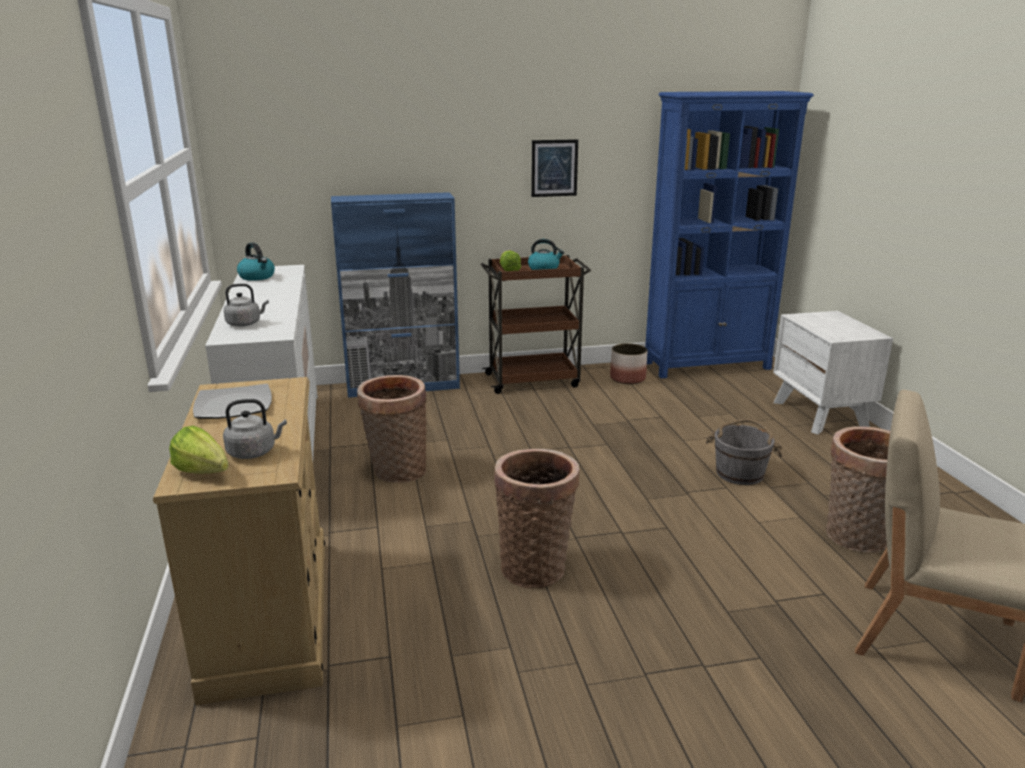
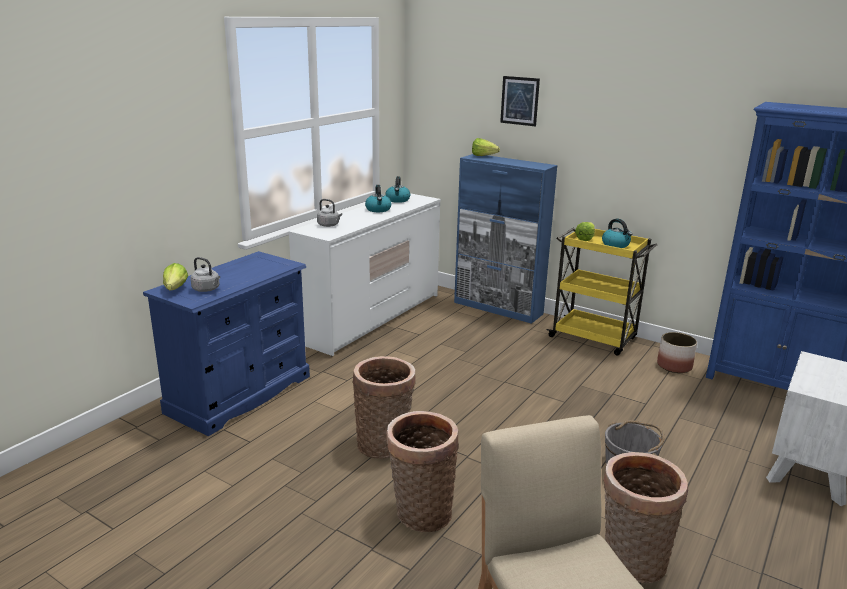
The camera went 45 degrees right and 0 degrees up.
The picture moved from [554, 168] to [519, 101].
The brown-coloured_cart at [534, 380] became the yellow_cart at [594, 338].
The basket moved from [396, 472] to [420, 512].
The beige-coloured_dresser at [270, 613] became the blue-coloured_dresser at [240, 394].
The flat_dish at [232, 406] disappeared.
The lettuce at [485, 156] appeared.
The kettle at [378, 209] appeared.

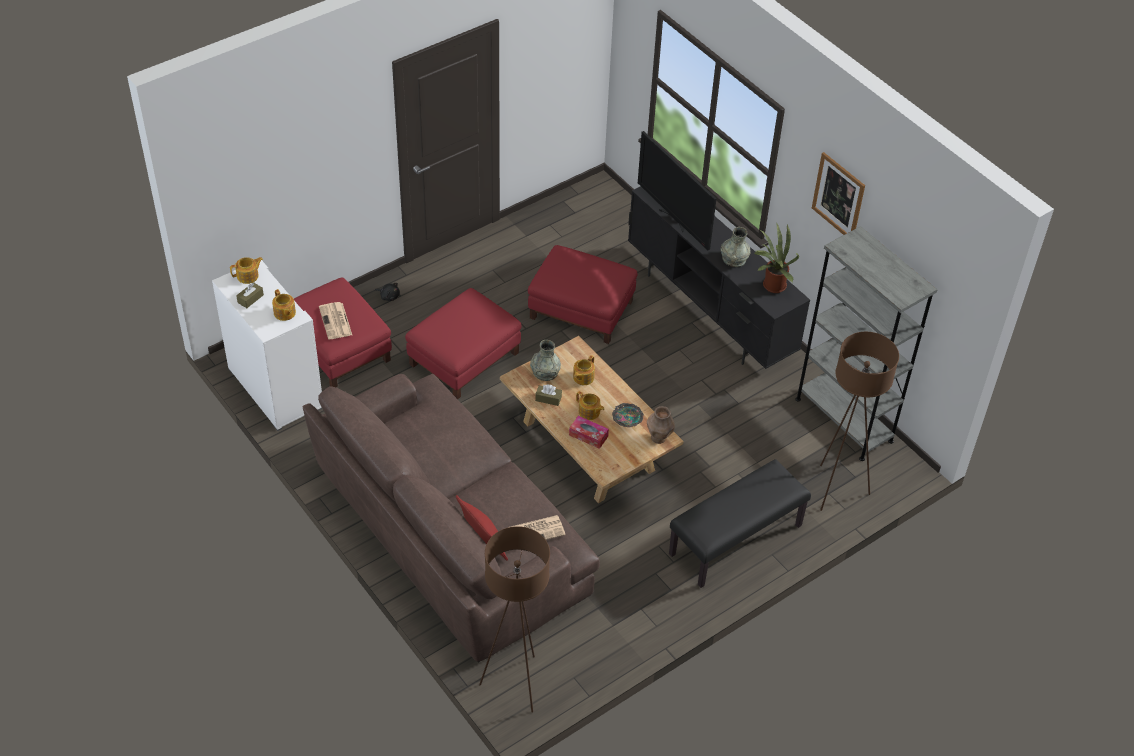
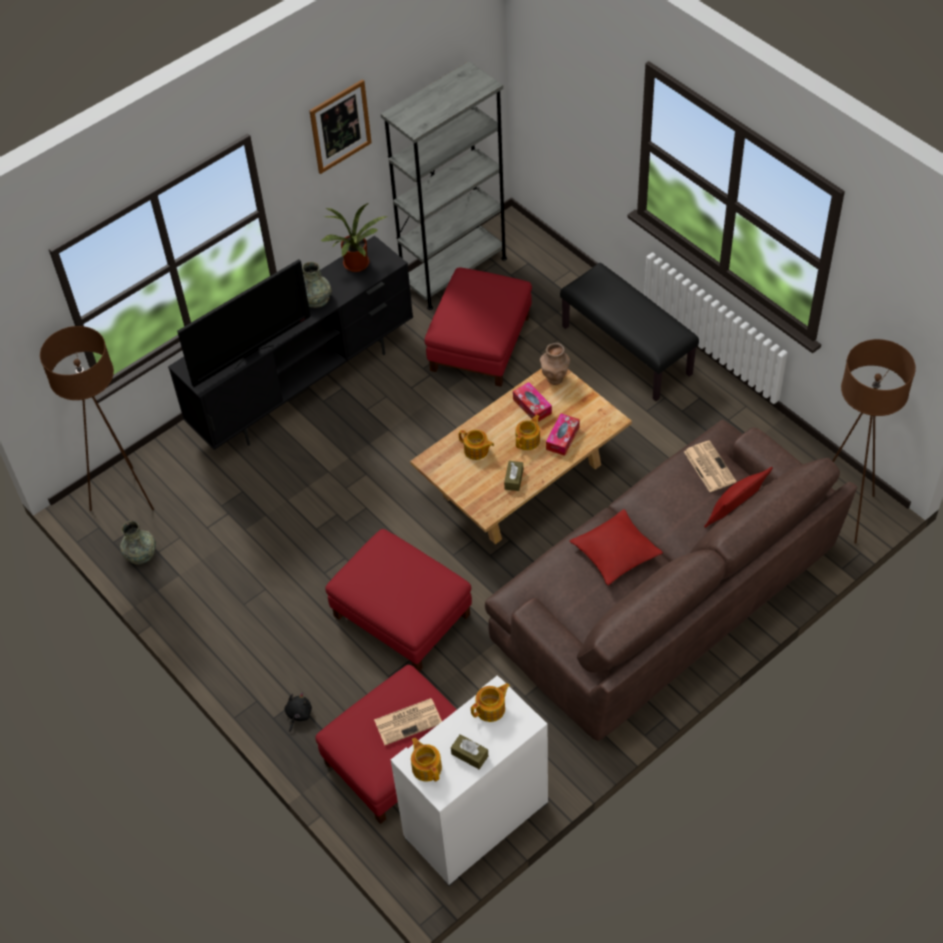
The camera went 90 degrees left and 5 degrees up.
The red-coloured_footrest moved from [580, 310] to [481, 344].
The brown-coloured_floor_lamp moved from [836, 489] to [124, 495].
The greyish_decorative_vase moved from [545, 372] to [141, 553].
The bowl at [627, 419] was replaced by the tissue_holder at [532, 406].
The red-coloured_throw_pillow at [615, 552] appeared.

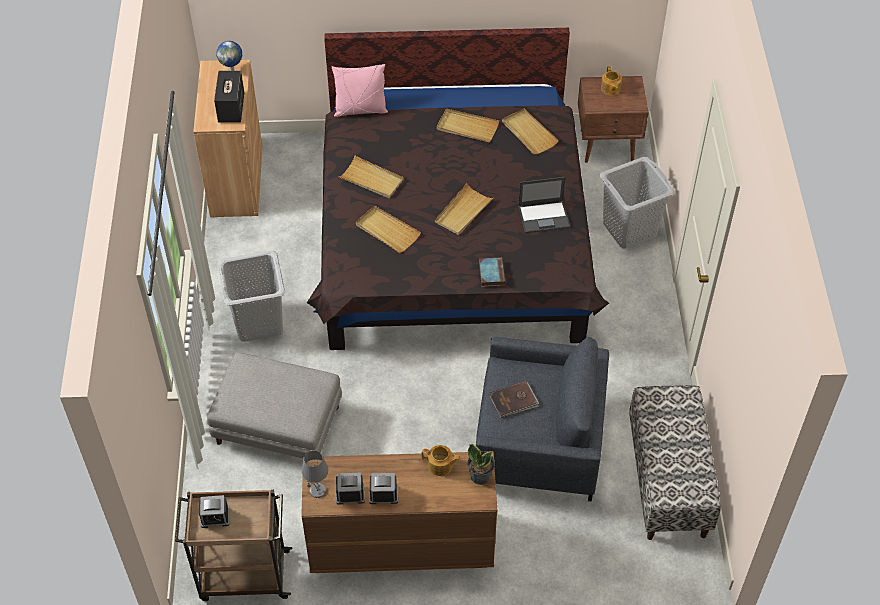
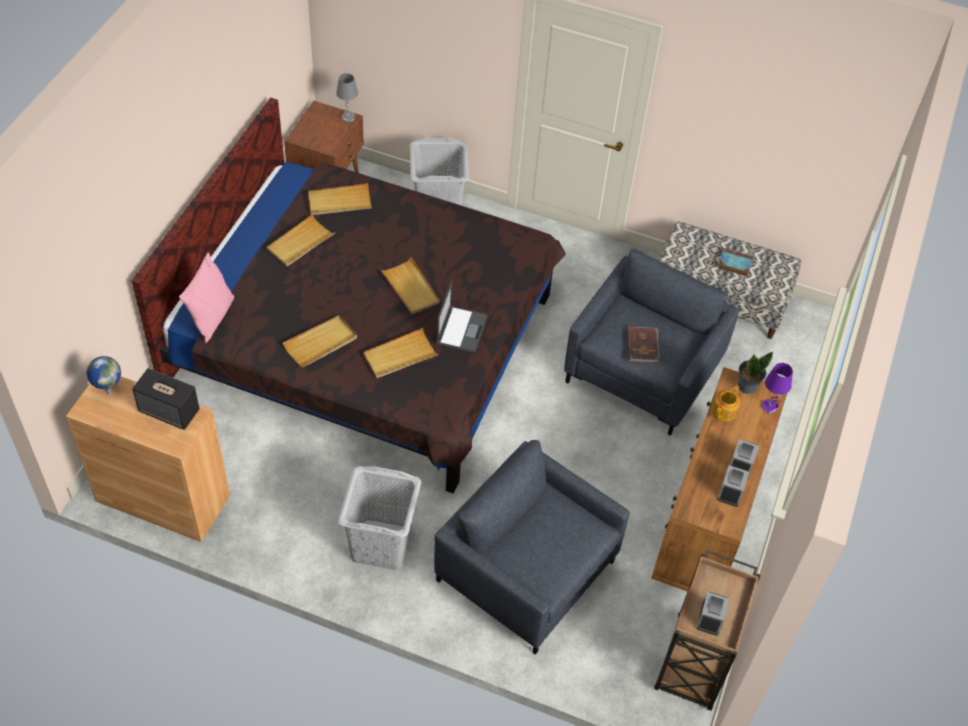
The camera went 70 degrees left and 0 degrees up.
The pot_for_tea at [610, 89] disappeared.
The notebook_computer moved from [544, 216] to [462, 329].
The volume moved from [491, 273] to [734, 264].
The greyish_footrest at [279, 425] was replaced by the greyish_lounge_chair at [526, 570].
The greyish_lamp_for_a_table moved from [317, 491] to [348, 118].
The purple_lamp_for_a_table at [769, 407] appeared.

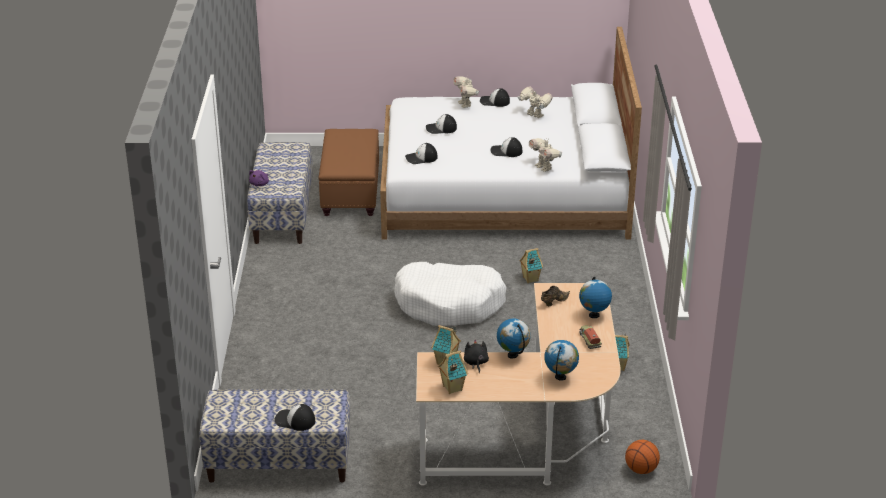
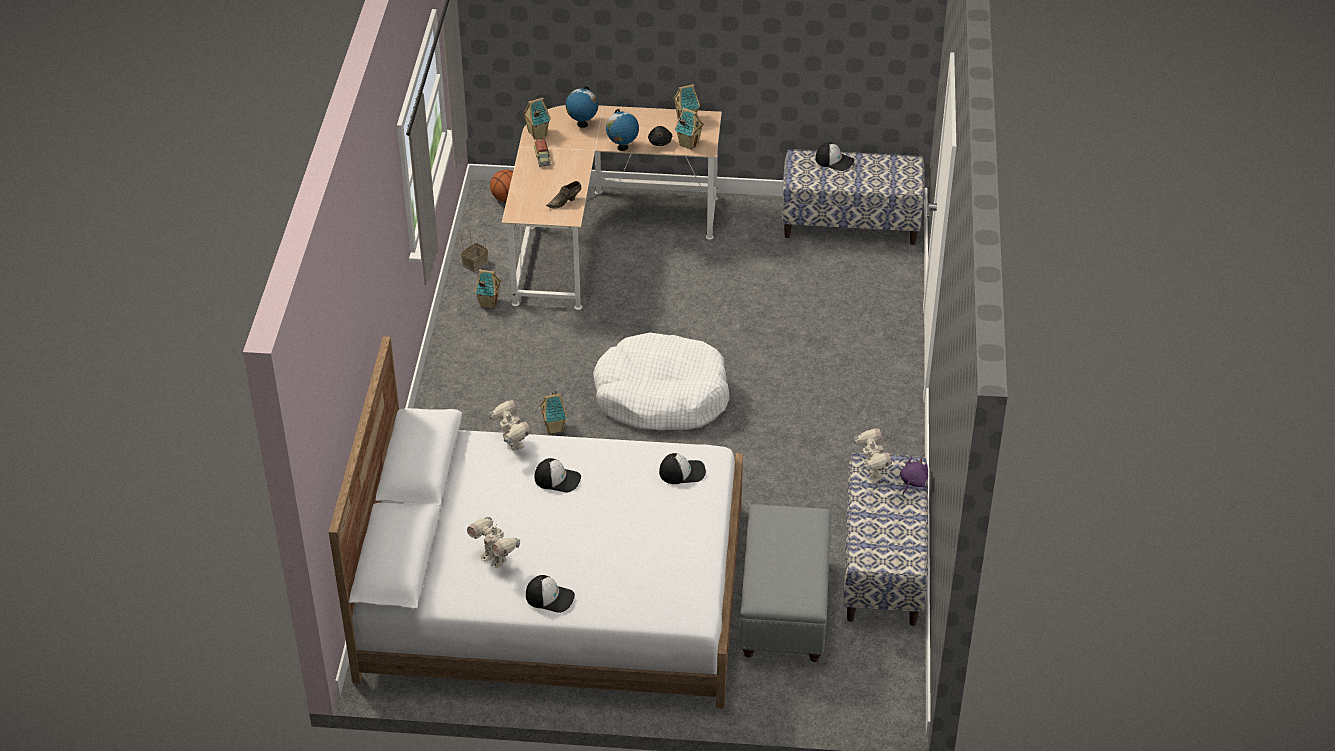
The camera went 175 degrees left and 10 degrees up.
The model_robot moved from [465, 104] to [871, 471].
The baseball_cap at [441, 128] disappeared.
The brown-coloured_footrest at [350, 193] became the greyish_footrest at [784, 606].
The globe at [594, 315] disappeared.
The miniature_house at [536, 134] appeared.
The basket at [475, 263] appeared.

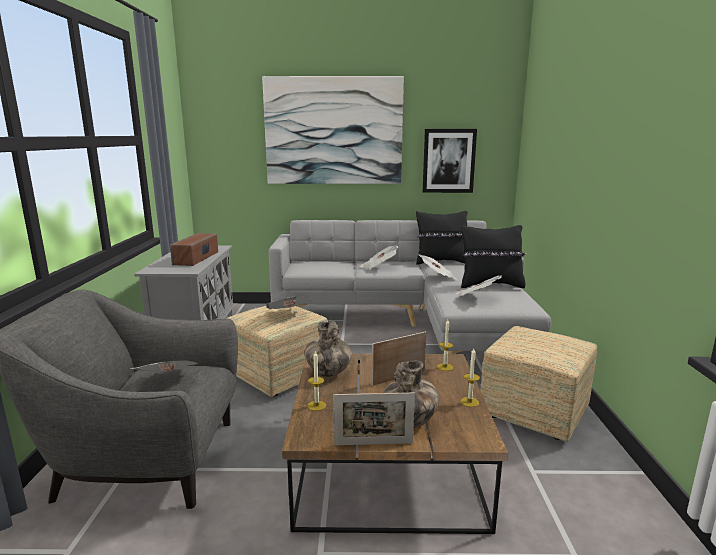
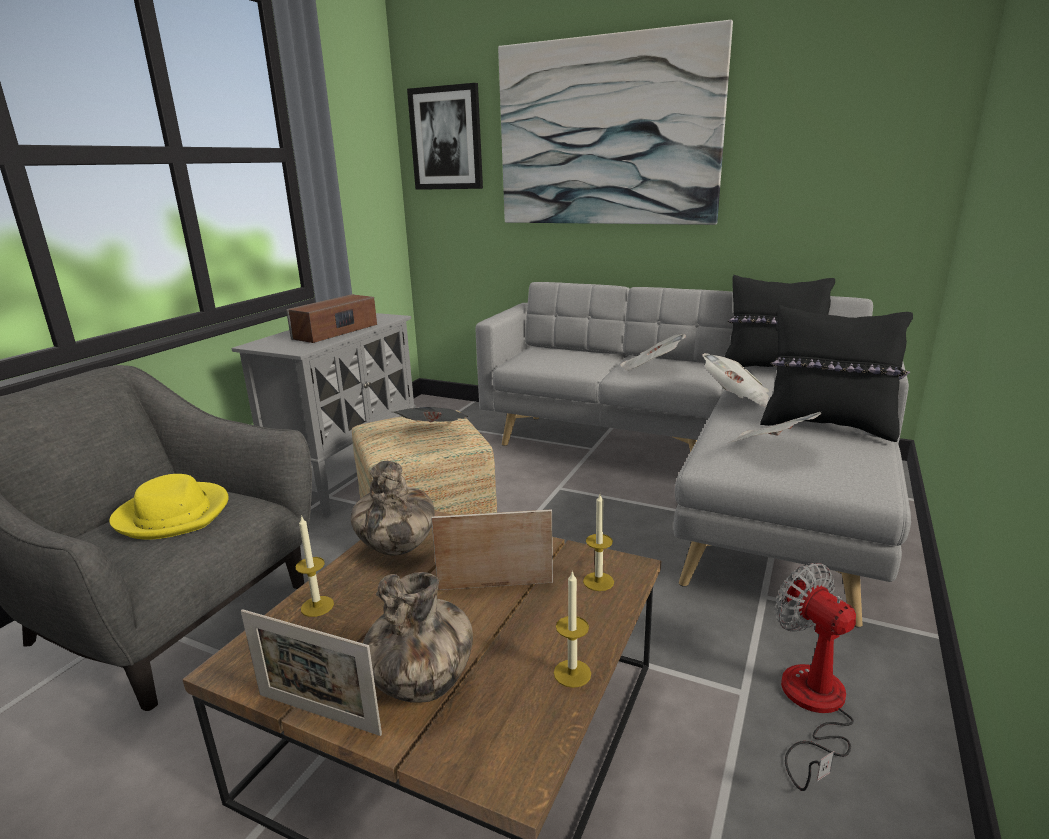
The camera went 25 degrees right and 5 degrees up.
The picture moved from [448, 161] to [446, 138].
The footrest at [534, 413] was replaced by the fan at [812, 707].
The daily_paper at [168, 381] was replaced by the yellow_hat at [174, 514].

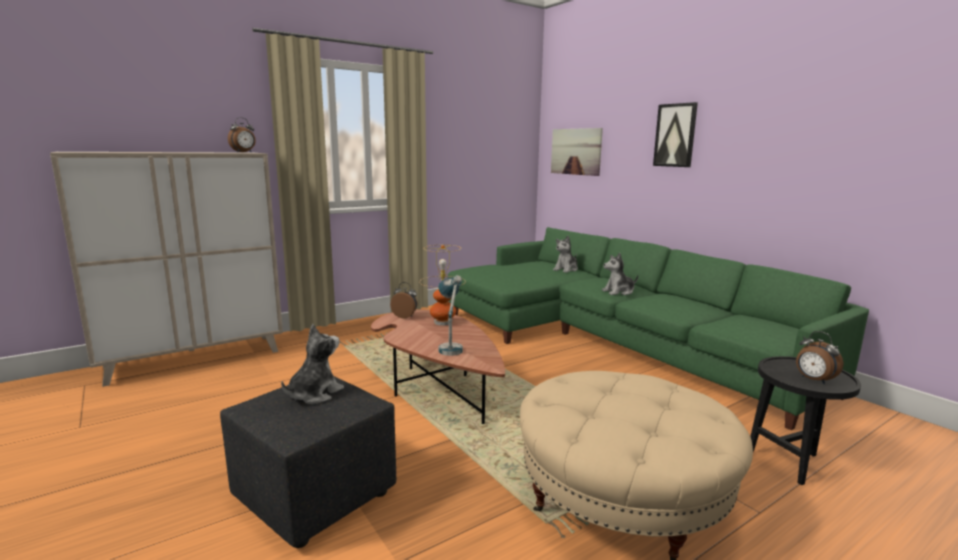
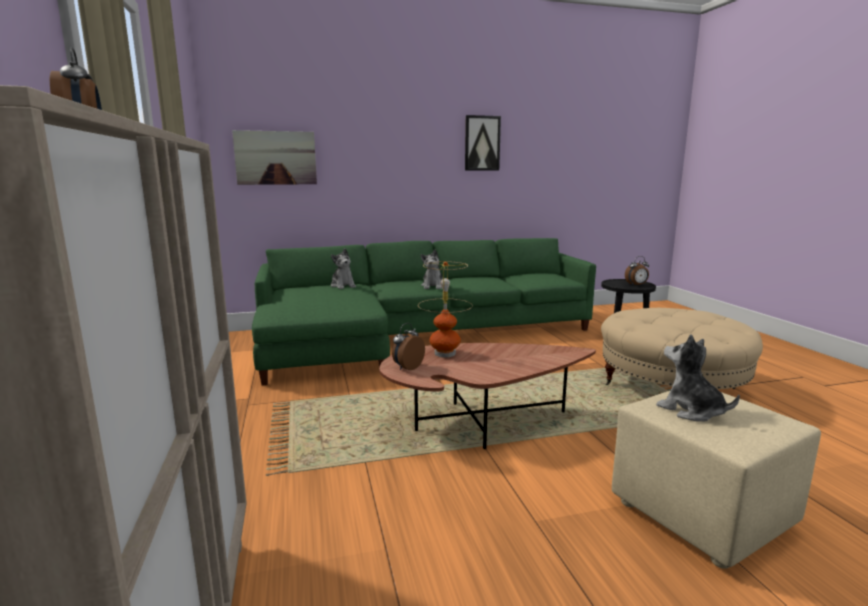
The camera went 70 degrees left and 0 degrees up.
The picture moved from [675, 135] to [482, 143].
The lamp_for_a_table at [450, 346] disappeared.
The black_footrest at [313, 497] became the beige-coloured_footrest at [702, 516].

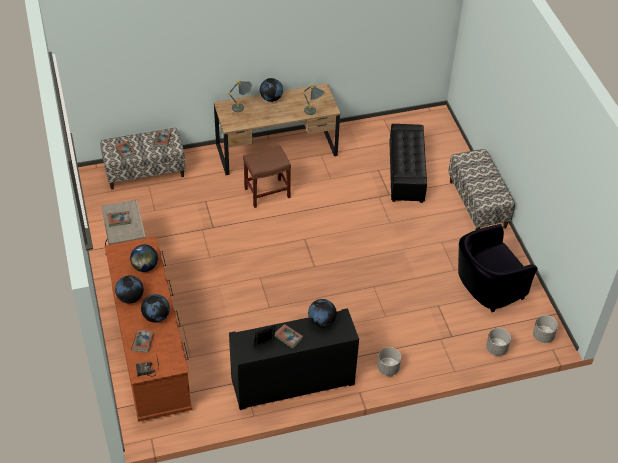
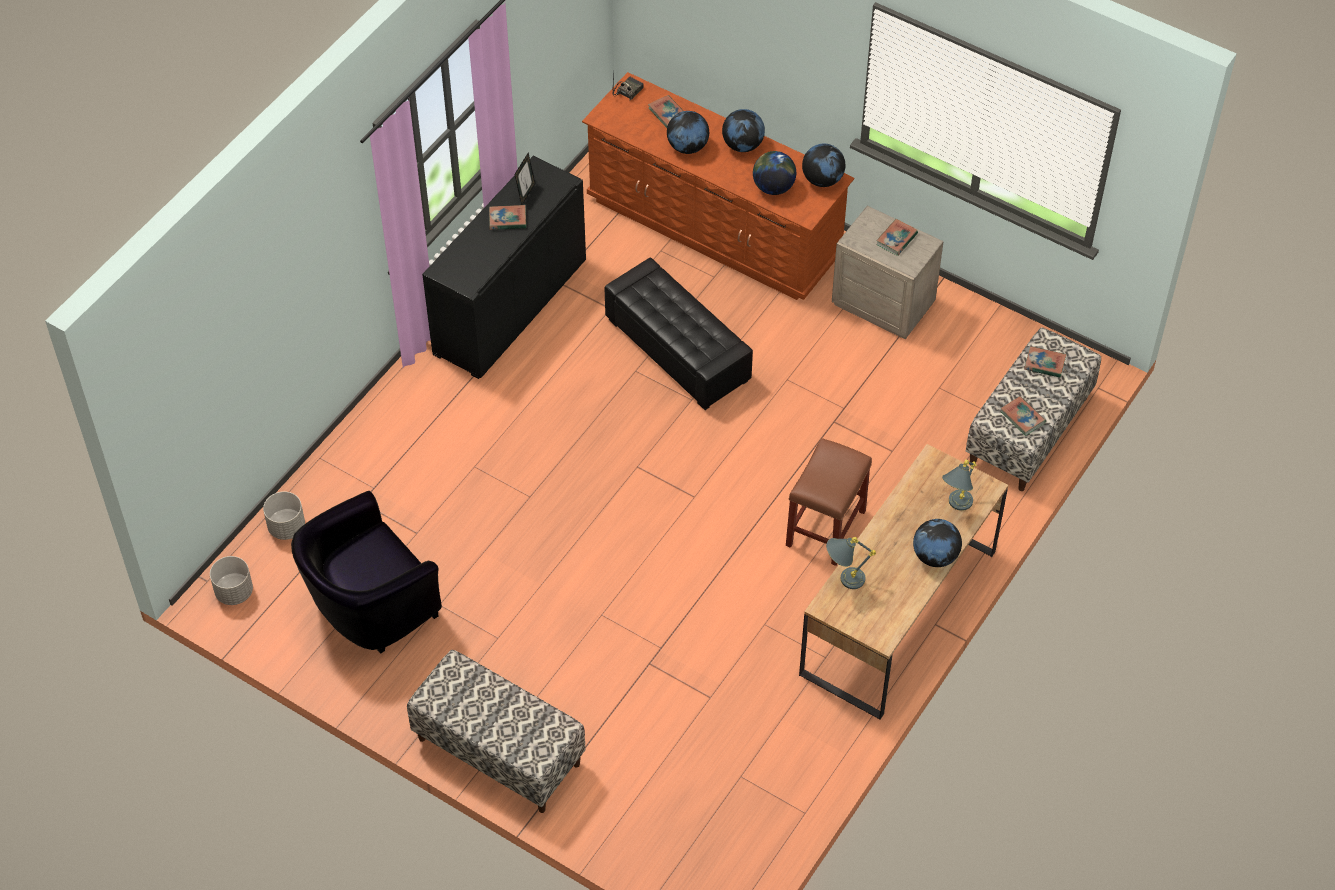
The camera went 140 degrees right and 5 degrees up.
The black_footrest moved from [405, 172] to [678, 350].
The black_lounge_chair at [486, 288] turned 150 degrees counterclockwise.
The globe moved from [321, 321] to [822, 180].
The greyish_plant_pot at [388, 368] disappeared.

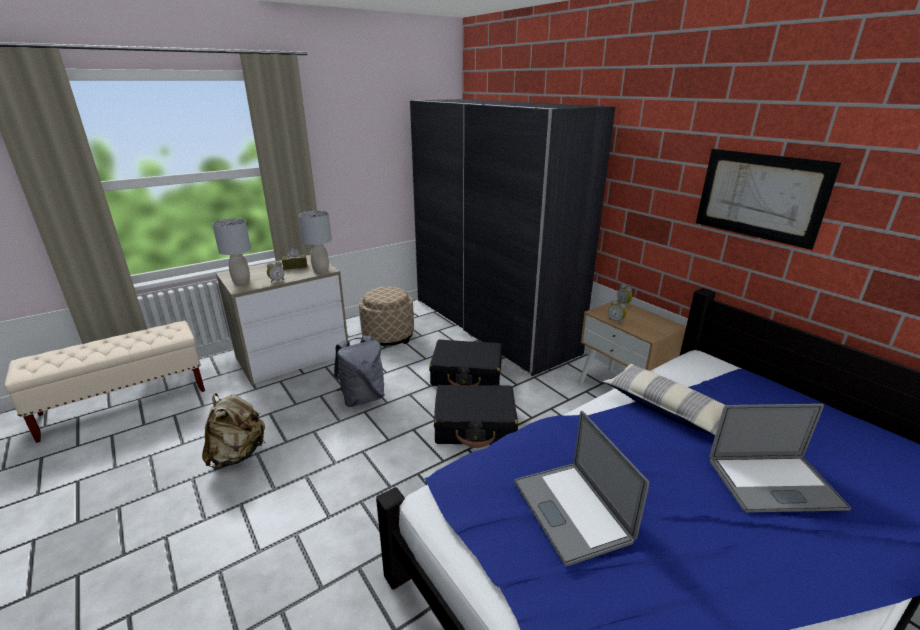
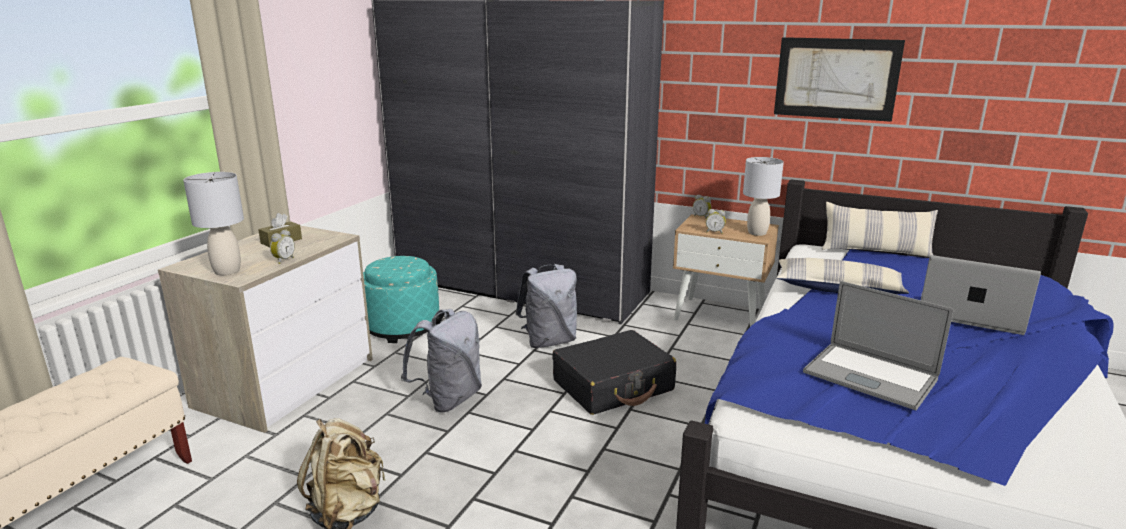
The camera went 30 degrees left and 5 degrees down.
The greyish_lamp_for_a_table moved from [321, 271] to [757, 233].
The beige-coloured_footrest at [388, 336] became the turquoise_footrest at [402, 327].
The black_suitcase at [467, 374] was replaced by the greyish_knapsack at [549, 341].
The notebook_computer at [774, 483] turned 120 degrees counterclockwise.
The throw_pillow at [875, 252] appeared.

